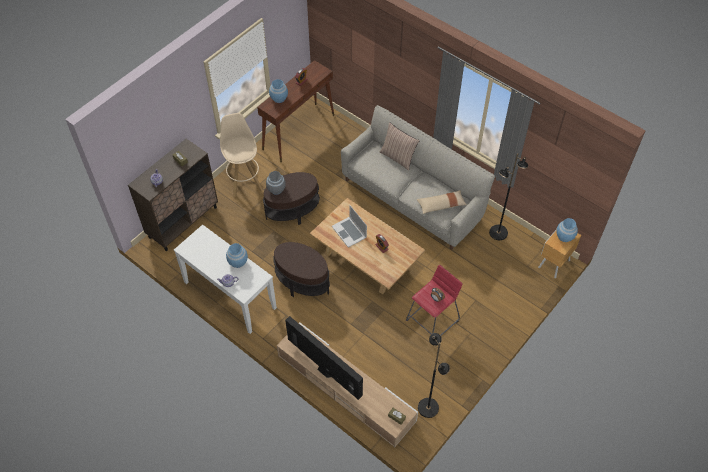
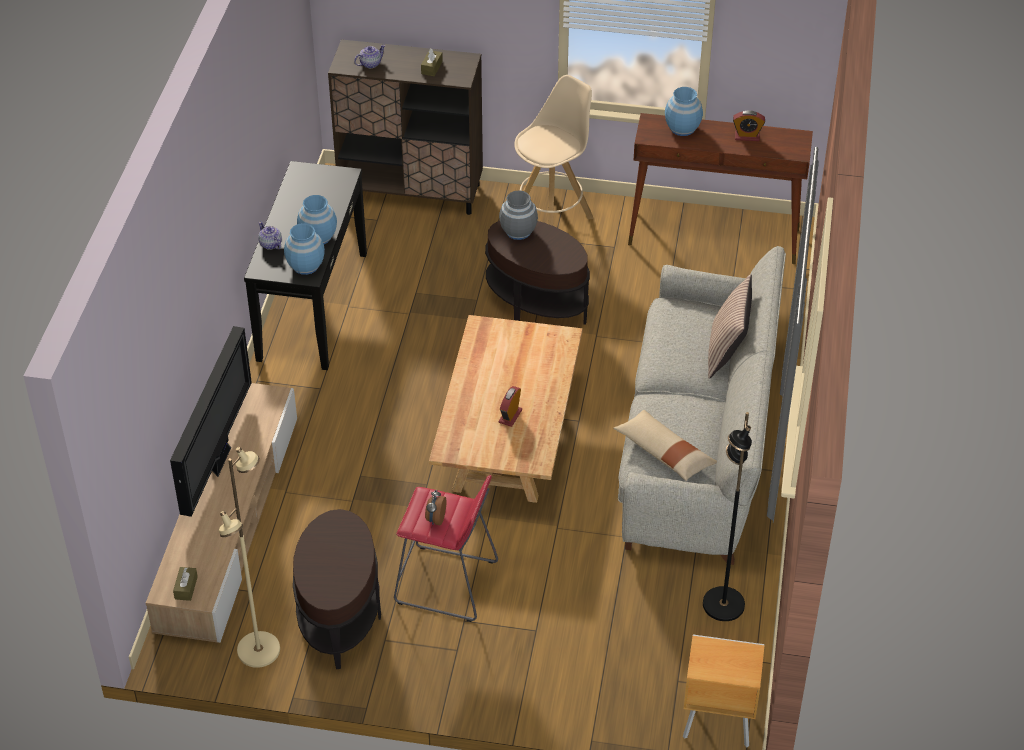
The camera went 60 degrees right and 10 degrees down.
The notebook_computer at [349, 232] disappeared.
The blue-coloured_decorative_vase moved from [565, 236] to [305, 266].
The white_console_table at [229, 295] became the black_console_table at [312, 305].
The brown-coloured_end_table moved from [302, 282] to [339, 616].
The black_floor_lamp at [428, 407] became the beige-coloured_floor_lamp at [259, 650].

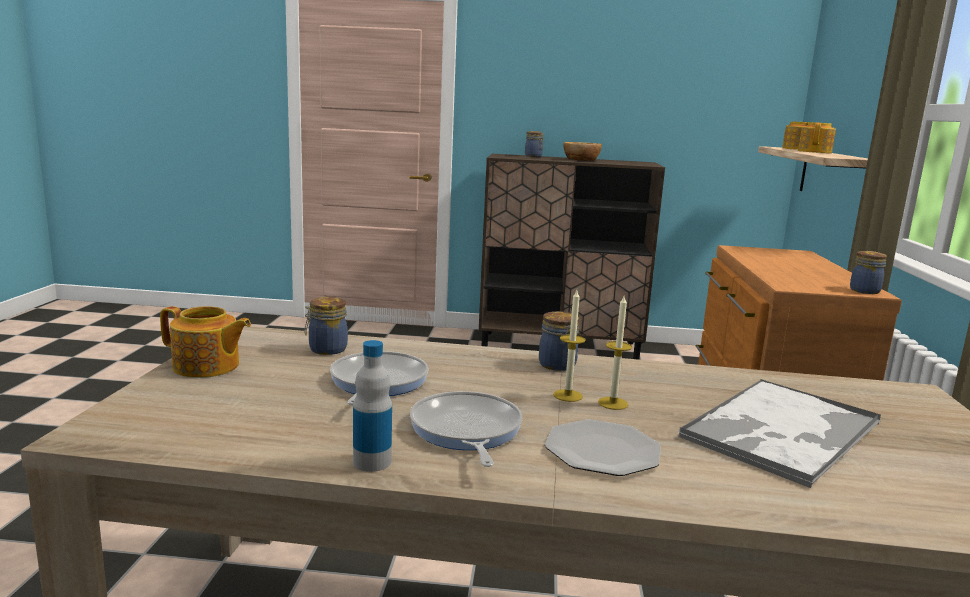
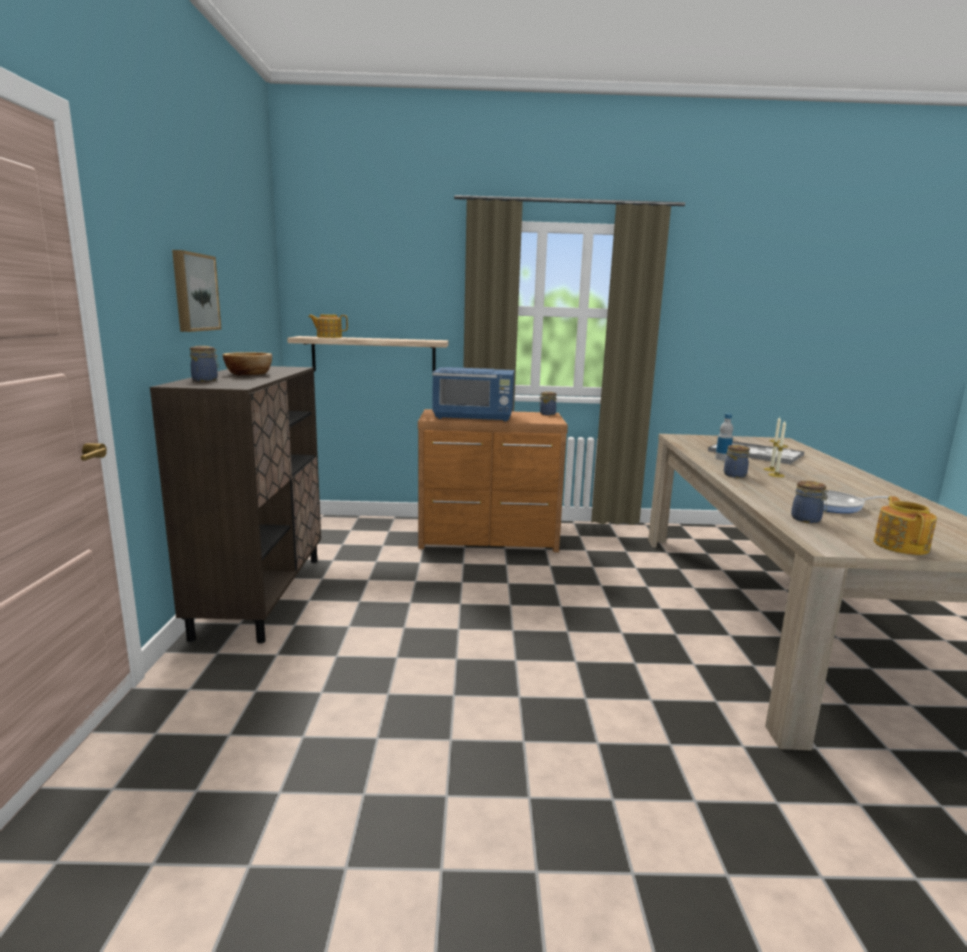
The camera went 95 degrees left and 0 degrees up.
The pot_for_tea at [815, 152] disappeared.
The beverage_bottle moved from [372, 462] to [722, 459].
The skillet at [466, 431] disappeared.
The flat_dish at [602, 450] disappeared.
The picture at [194, 292] appeared.
The blue-coloured_microwave at [474, 417] appeared.

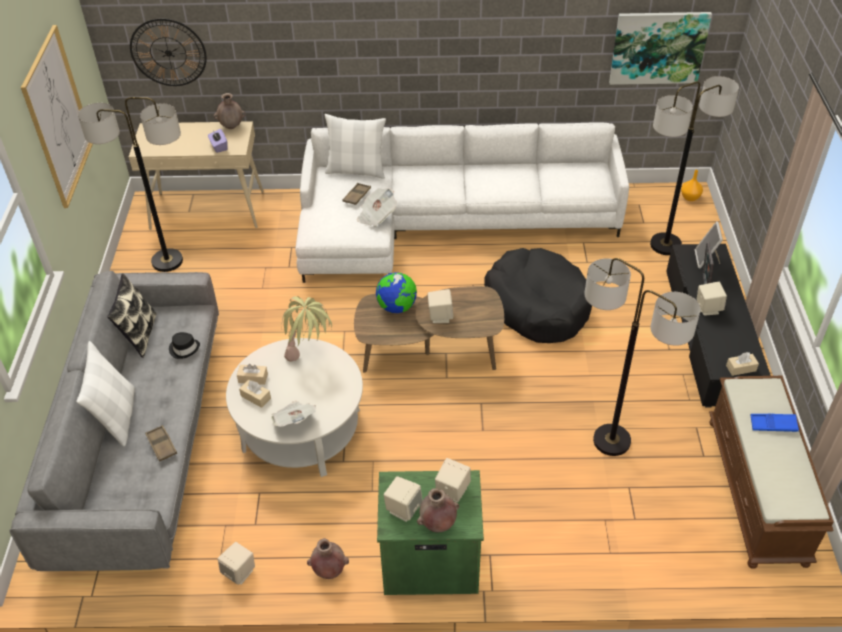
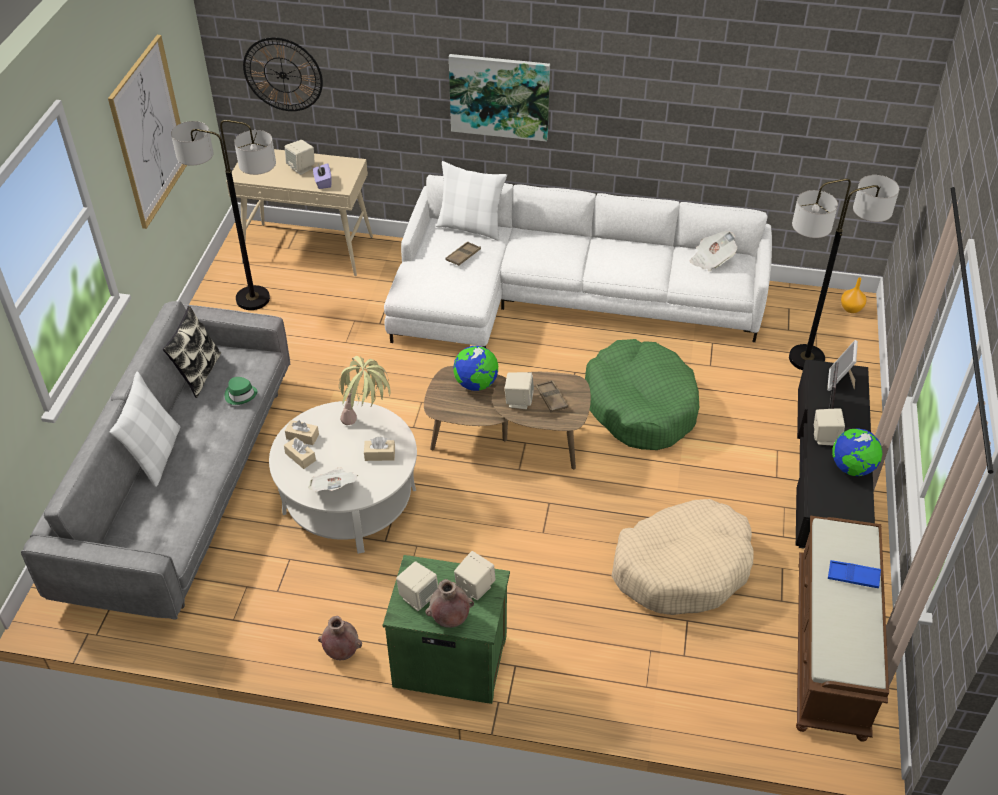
The camera went 10 degrees right and 0 degrees up.
The picture moved from [658, 47] to [499, 96].
The brown-coloured_decorative_vase at [231, 126] disappeared.
The daily_paper moved from [376, 216] to [711, 260].
The black_pet_bed at [537, 305] became the greenish_pet_bed at [640, 406].
The floor_lamp at [611, 441] was replaced by the beige-coloured_pet_bed at [682, 567].
The black_hat at [184, 348] became the greenish_hat at [240, 394].
The beige-coloured_tissue_holder moved from [741, 368] to [380, 454].
The brown-coloured_tray moved from [161, 445] to [551, 398].
The beige-coloured_loudspeaker moved from [239, 572] to [301, 168].
The globe at [852, 468] appeared.

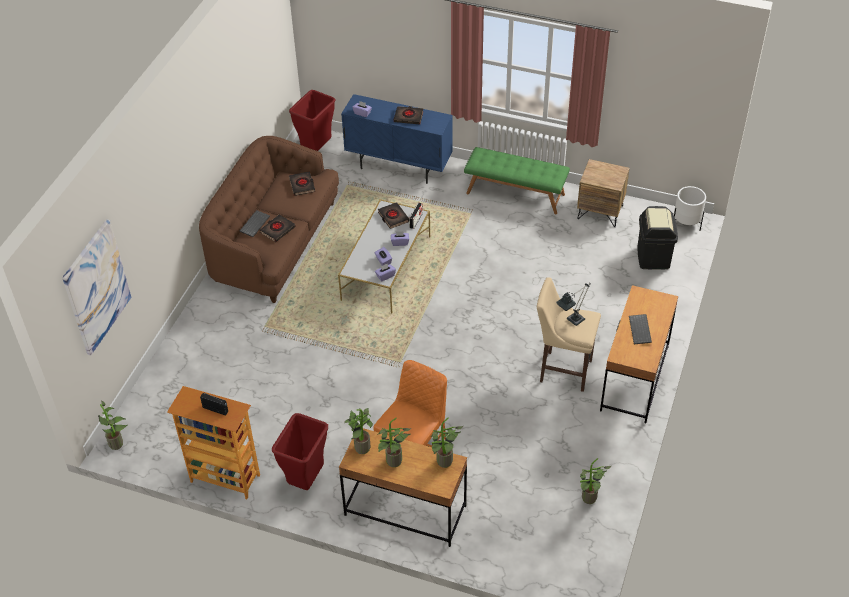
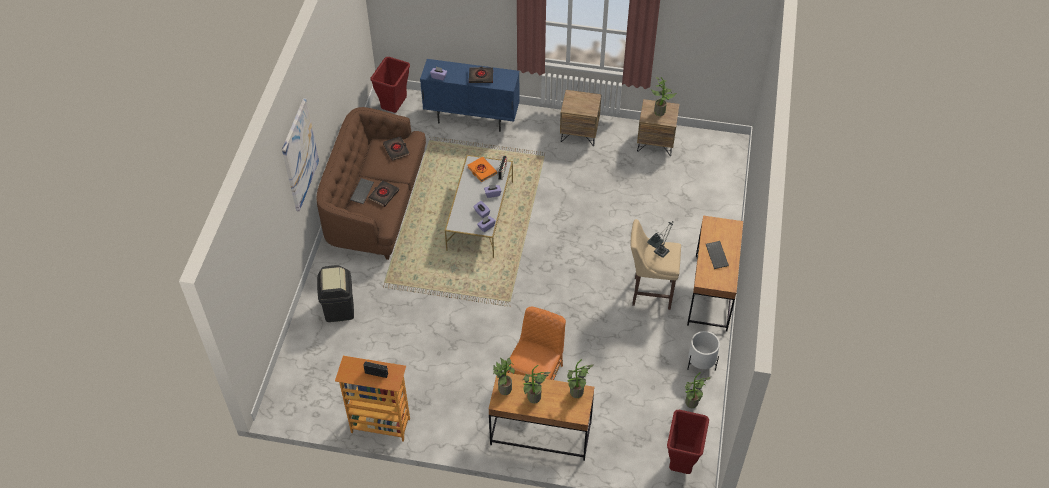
The camera went 10 degrees left and 5 degrees up.
The greenish_bench at [515, 193] was replaced by the brown-coloured_nightstand at [579, 133].
The white_plant_pot moved from [686, 223] to [701, 363].
The black_volume at [393, 217] became the orange-coloured_volume at [482, 170].
The black_waste_bin moved from [653, 257] to [339, 308].
The picture moved from [96, 287] to [299, 155].
The plant_in_a_pot moved from [118, 443] to [661, 111].
The red-coloured_waste_bin moved from [307, 481] to [681, 464].

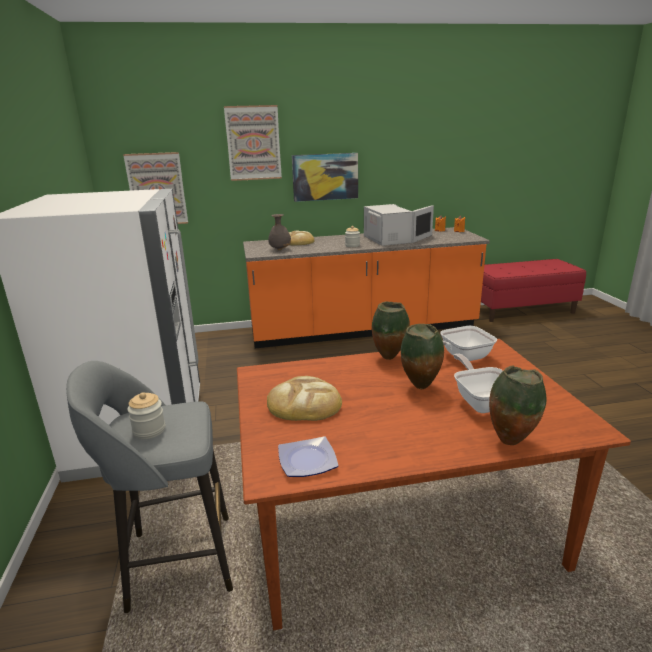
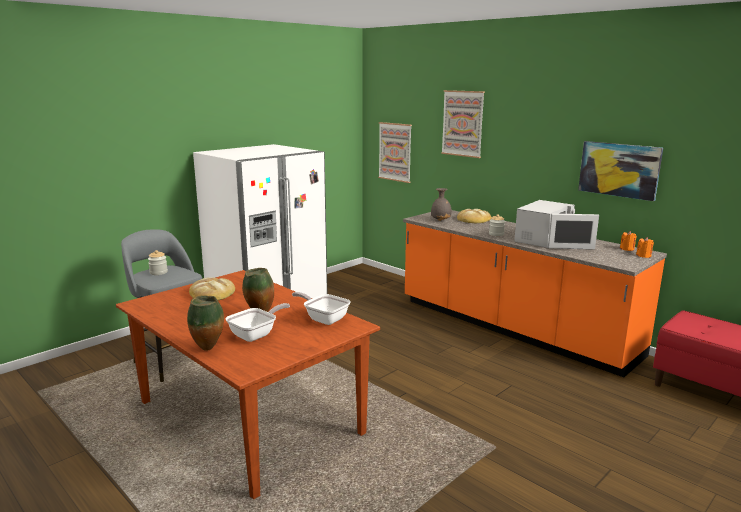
The camera went 55 degrees right and 5 degrees down.
The picture moved from [325, 177] to [619, 170].
The decorative_vase at [390, 358] disappeared.
The flat_dish at [306, 461] disappeared.

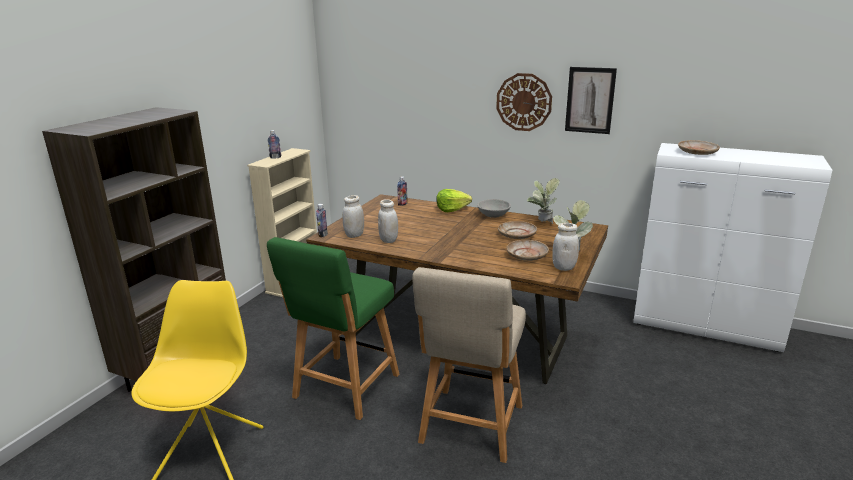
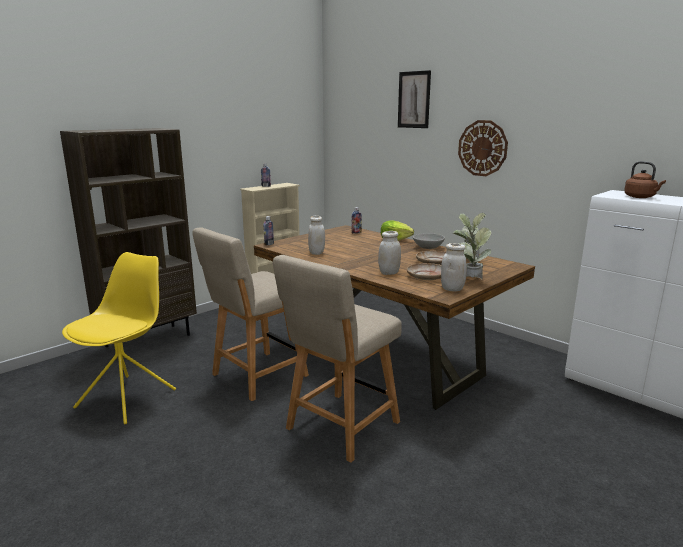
The camera went 20 degrees right and 5 degrees down.
The picture moved from [590, 100] to [414, 100].
The beige-coloured_flat_dish at [697, 152] was replaced by the brown-coloured_kettle at [641, 197].
The white_preserve_jar moved from [354, 235] to [389, 273].
The greenish_chair at [344, 389] became the beige-coloured_chair at [256, 376].

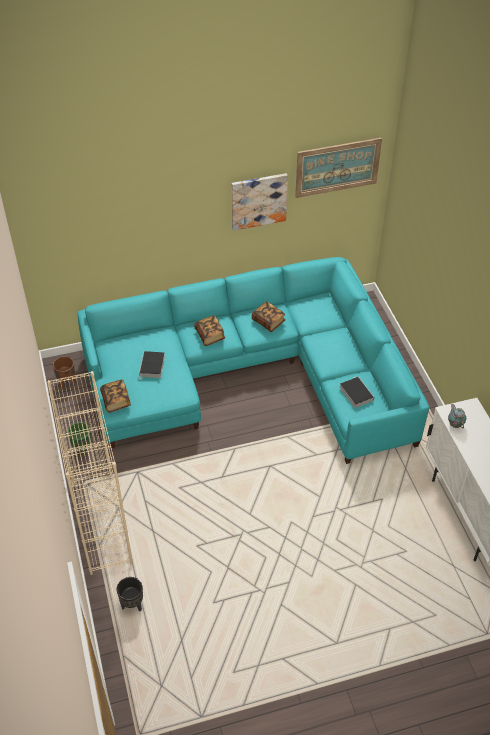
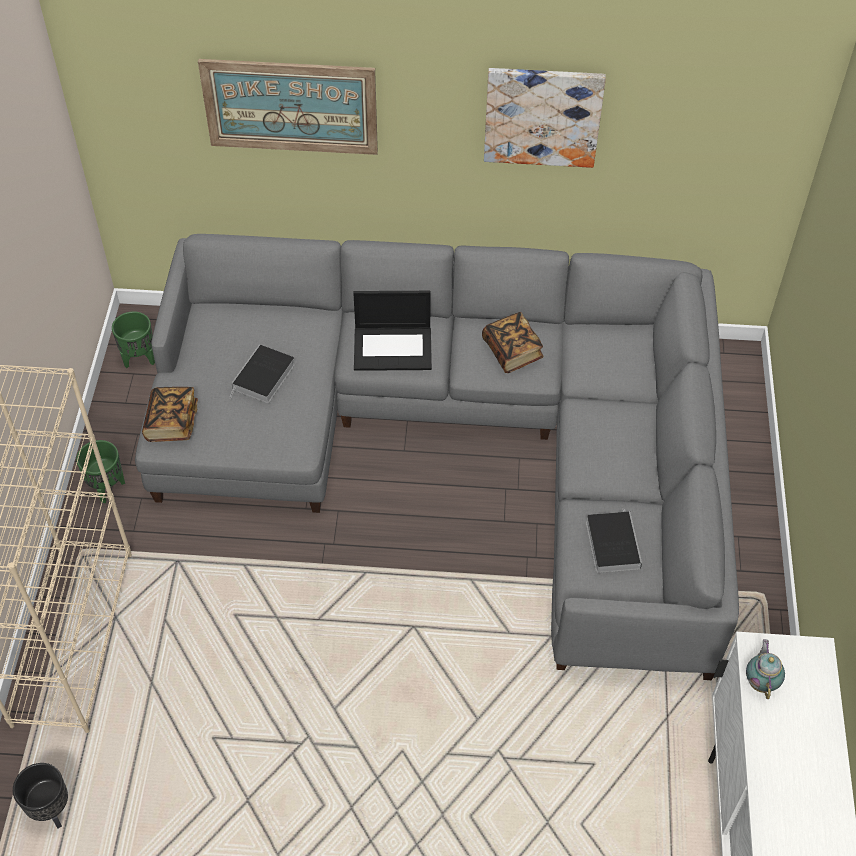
The camera went 20 degrees right and 5 degrees up.
The picture moved from [337, 167] to [290, 106].
The turquoise_couch at [252, 375] became the greyish_couch at [461, 440].
The volume at [210, 335] was replaced by the notebook_computer at [393, 348].
The brown-coloured_plant_pot at [67, 382] became the greenish_plant_pot at [139, 358].

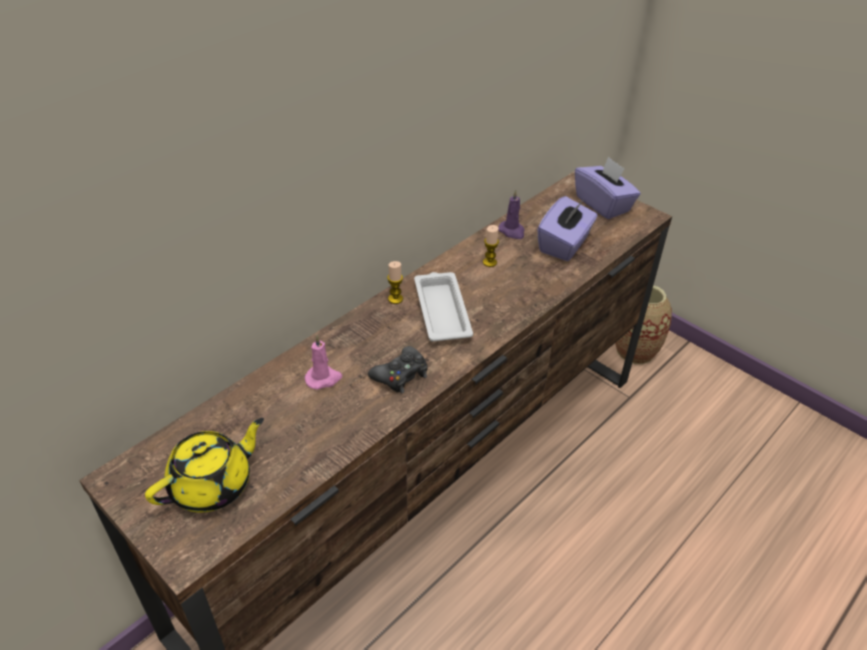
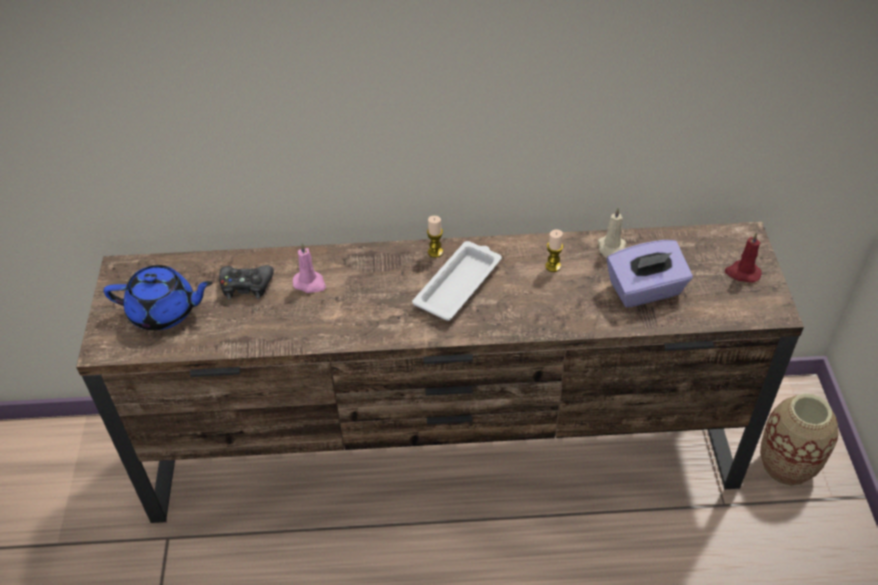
The camera went 45 degrees right and 5 degrees up.
The purple_tissue_holder at [603, 204] was replaced by the red-coloured_candle at [742, 273].
The purple_candle at [512, 231] became the beige-coloured_candle at [611, 249].
The black_gamepad moved from [401, 375] to [246, 286].
The yellow_pot_for_tea at [213, 484] became the blue-coloured_pot_for_tea at [164, 312].

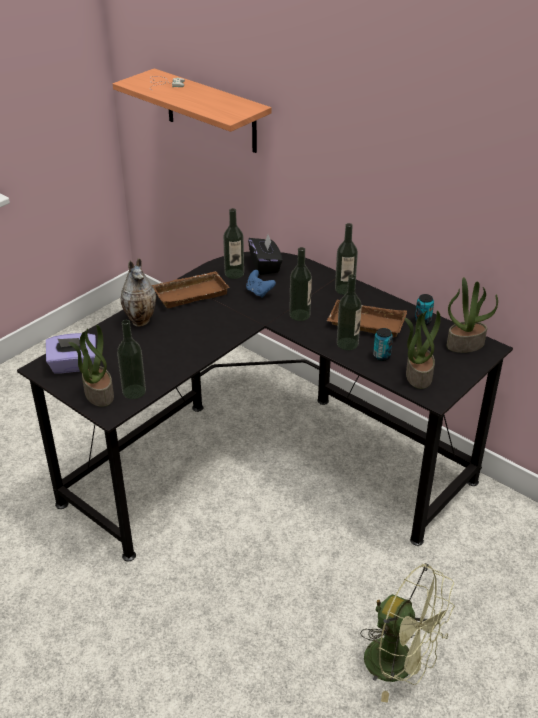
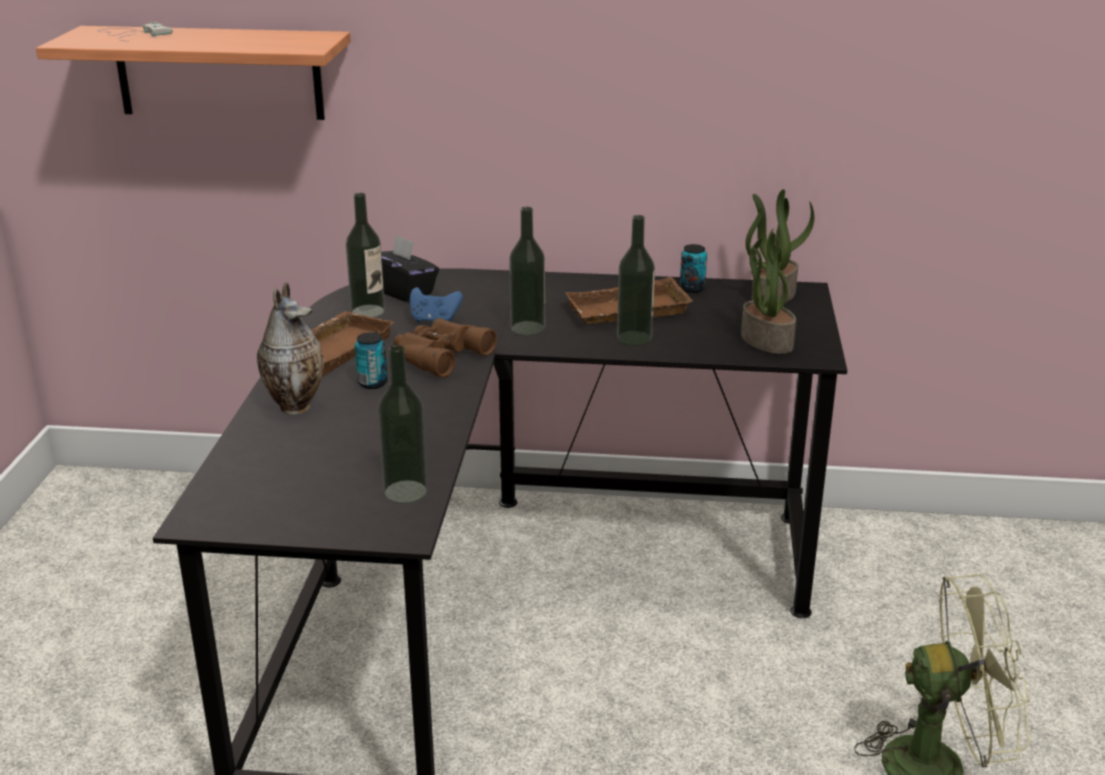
The camera went 35 degrees left and 10 degrees down.
The beverage_bottle at [344, 289] disappeared.
The plant_in_a_pot at [98, 393] disappeared.
The sealed_can moved from [381, 356] to [372, 383].
The purple_tissue_holder at [73, 365] disappeared.
The brown-coloured_field_glasses at [437, 355] appeared.

